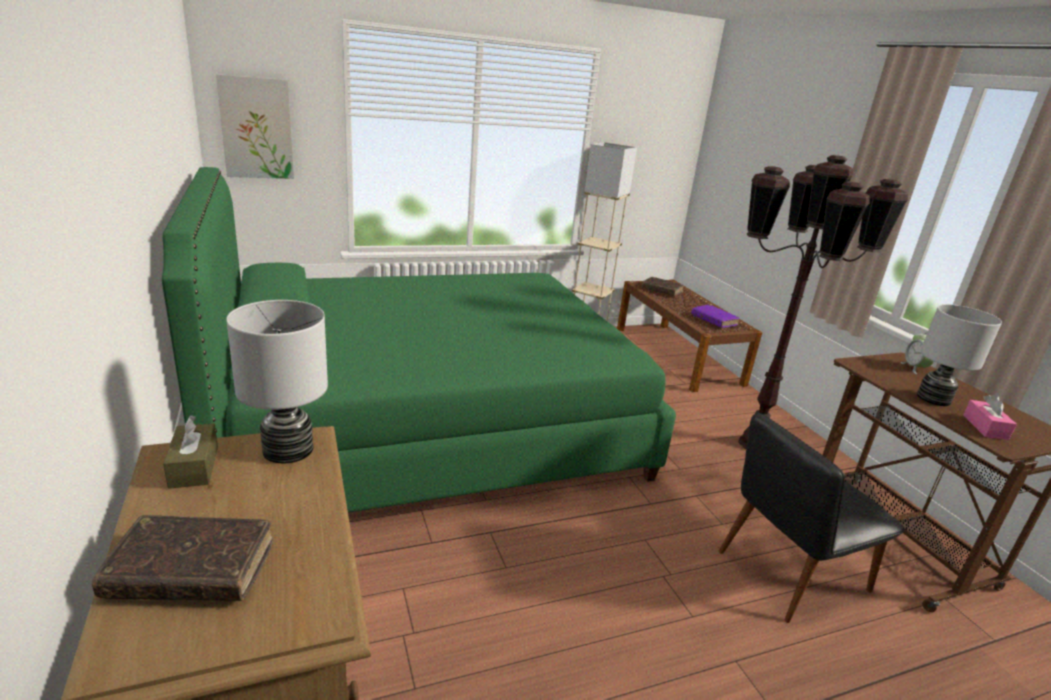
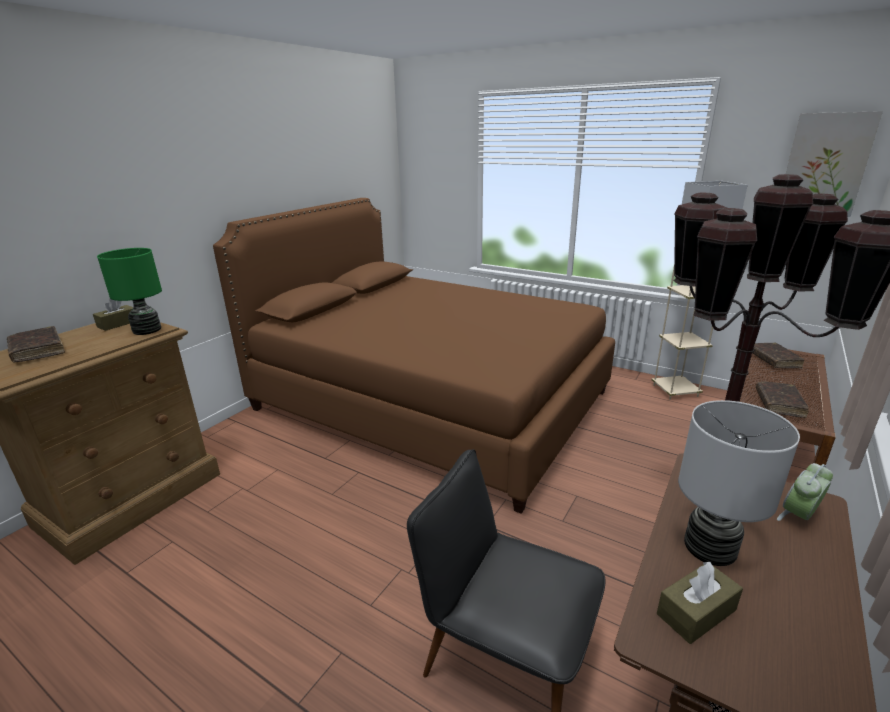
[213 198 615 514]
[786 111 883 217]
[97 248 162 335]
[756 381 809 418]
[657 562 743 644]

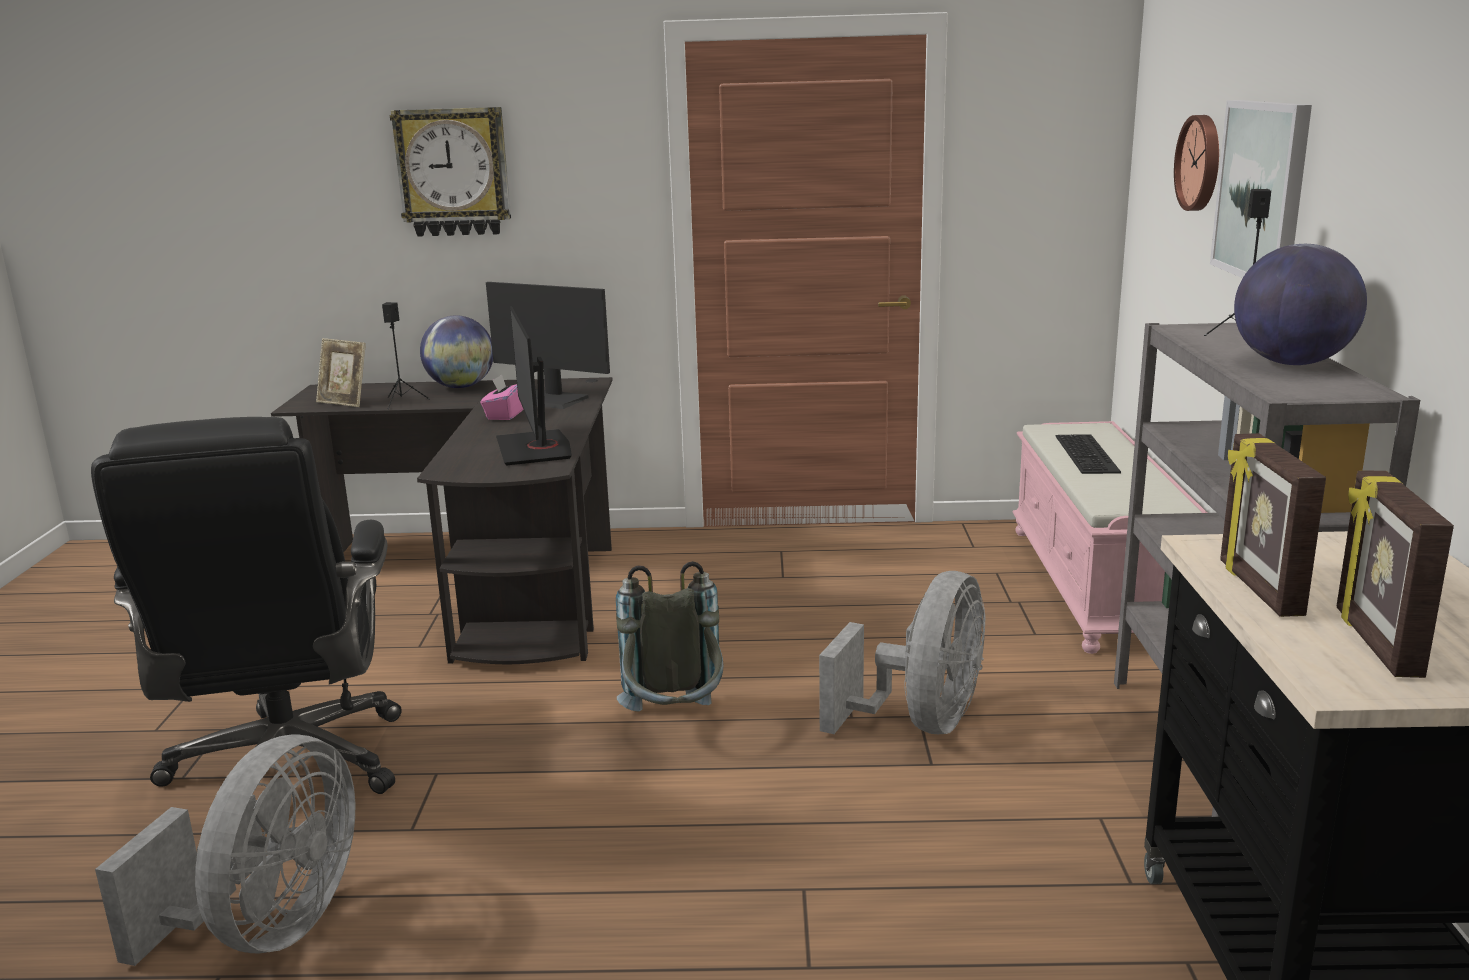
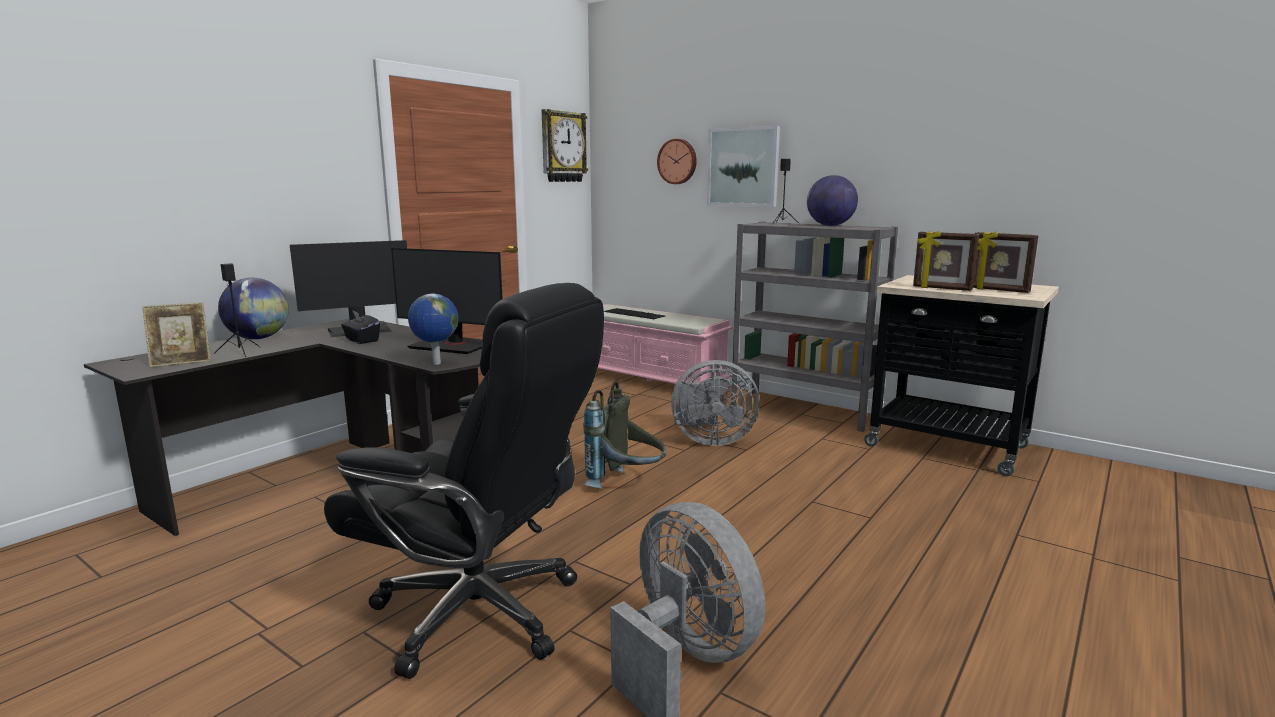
[542 109 588 182]
[341 310 380 344]
[671 360 760 446]
[408 294 459 365]

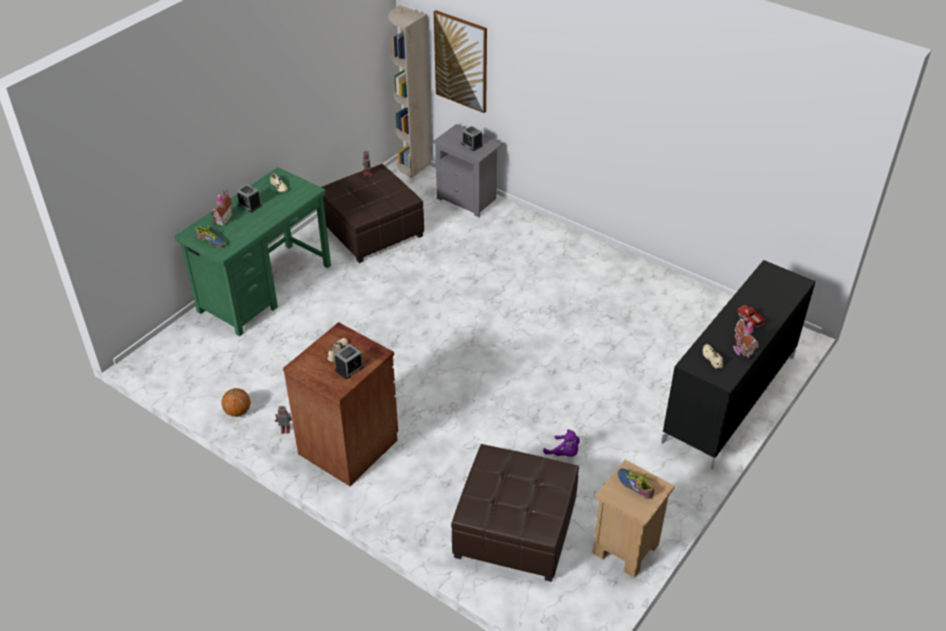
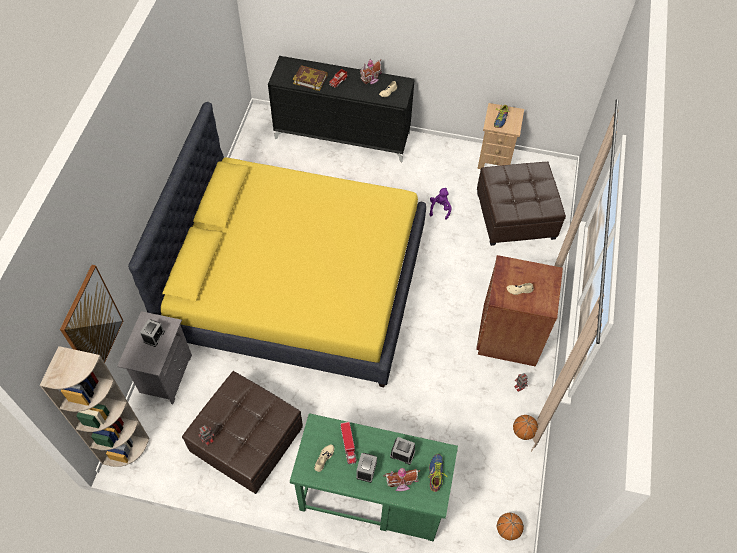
[390 437 415 465]
[128 102 426 387]
[293 65 328 91]
[340 422 357 464]
[497 513 524 541]

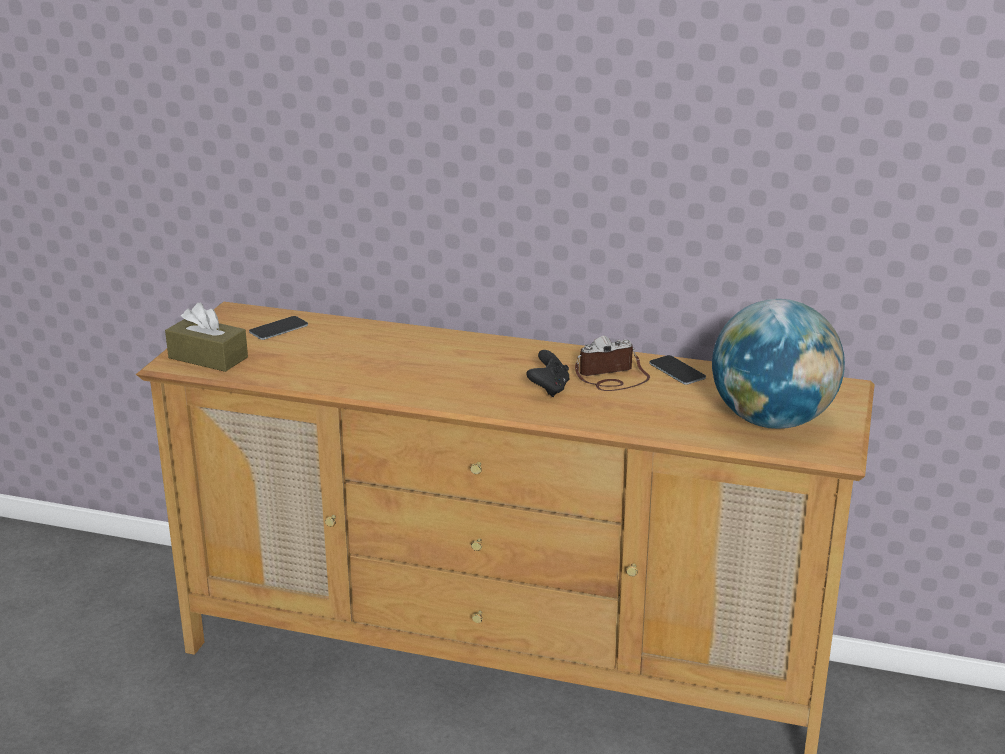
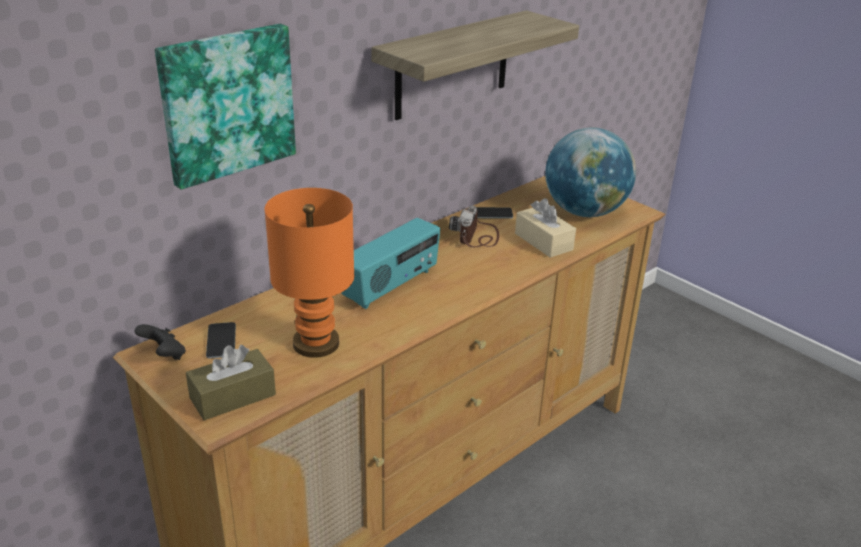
[135 324 186 360]
[155 24 296 190]
[265 188 354 358]
[341 218 440 309]
[371 10 579 120]
[515 198 576 258]

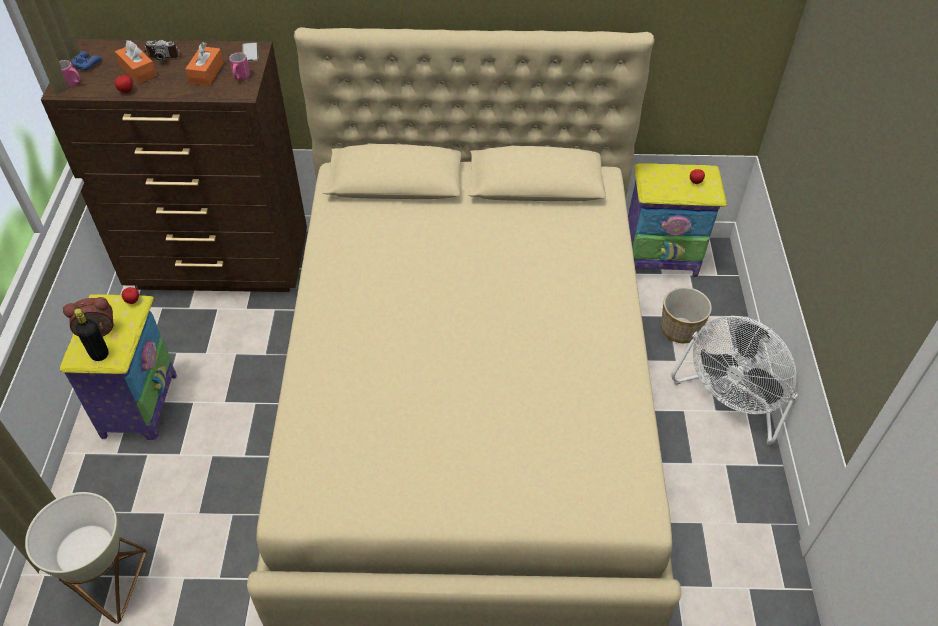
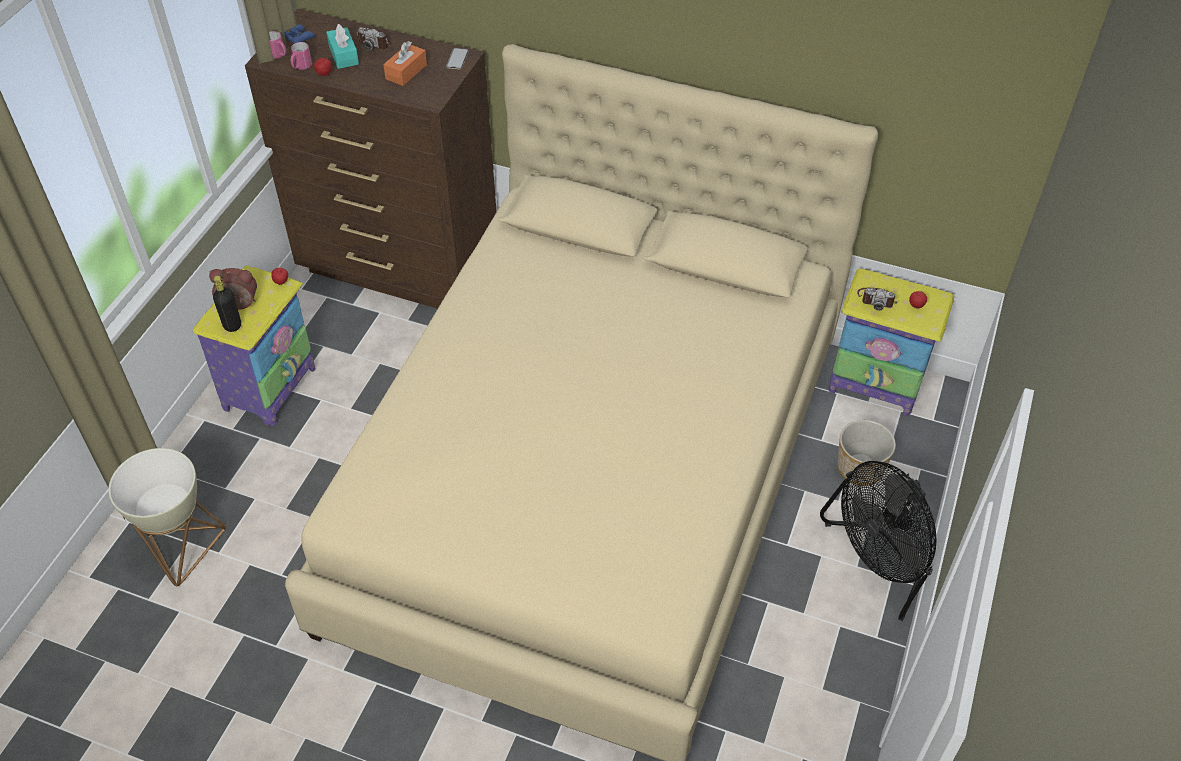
[326 24 359 69]
[291 42 312 70]
[820 461 936 621]
[857 288 897 311]

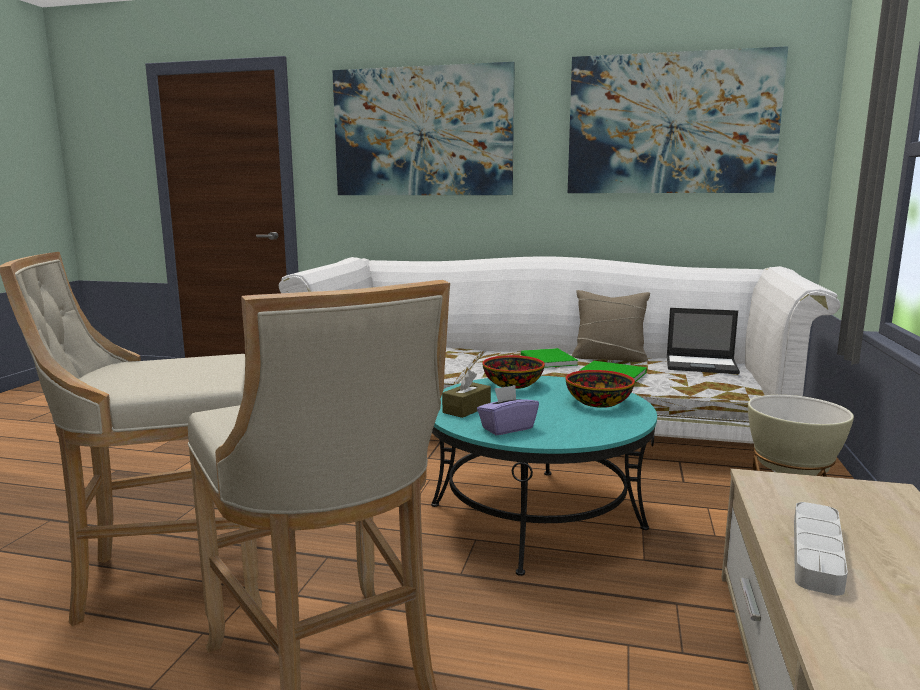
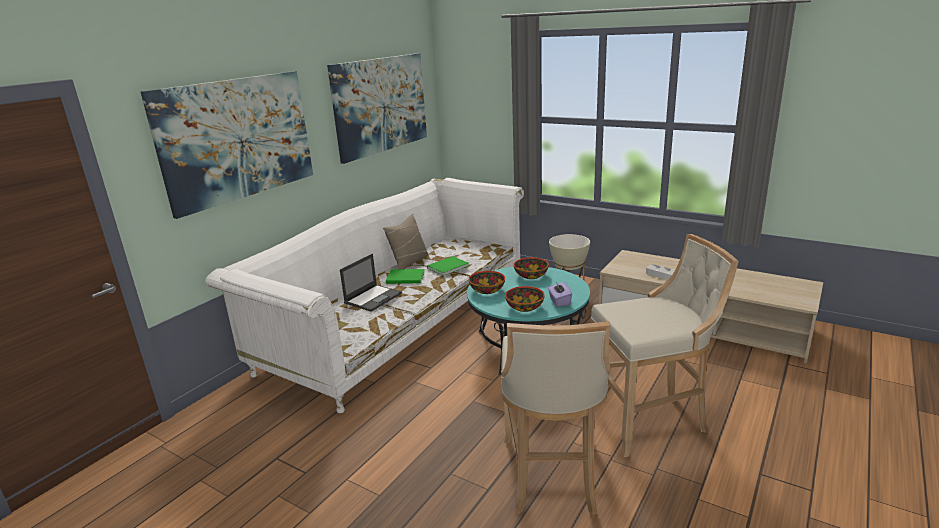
[505 286 545 312]
[340 254 402 312]

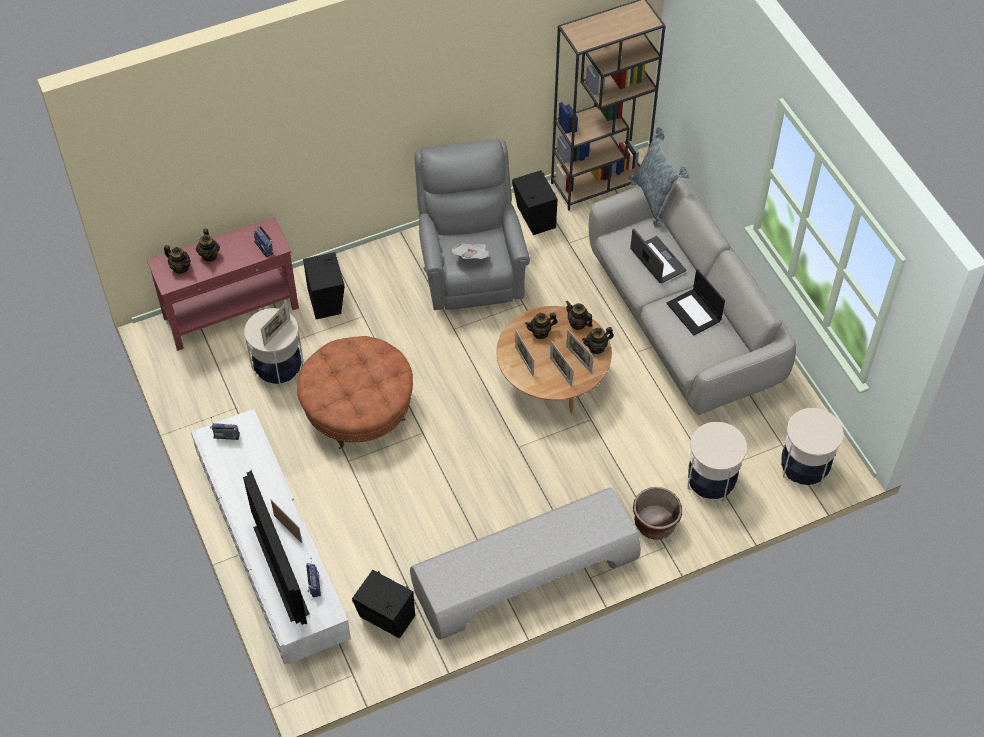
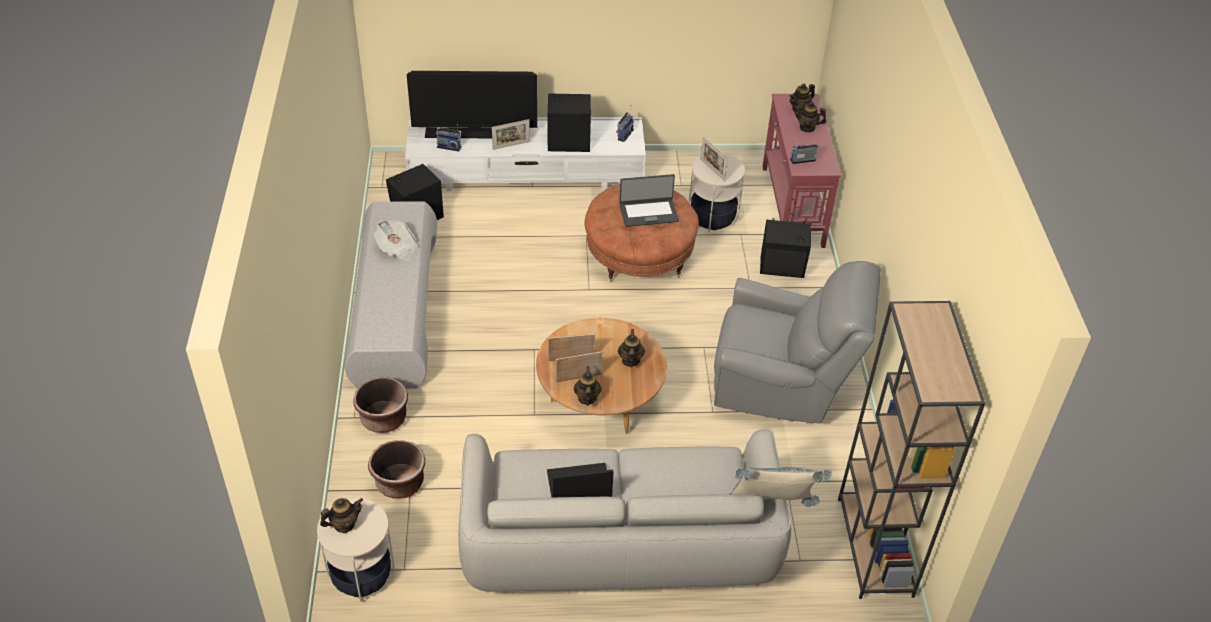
[374 220 418 262]
[548 94 591 152]
[515 330 534 377] (first image)
[320 498 363 533]
[619 174 679 227]
[368 440 425 499]

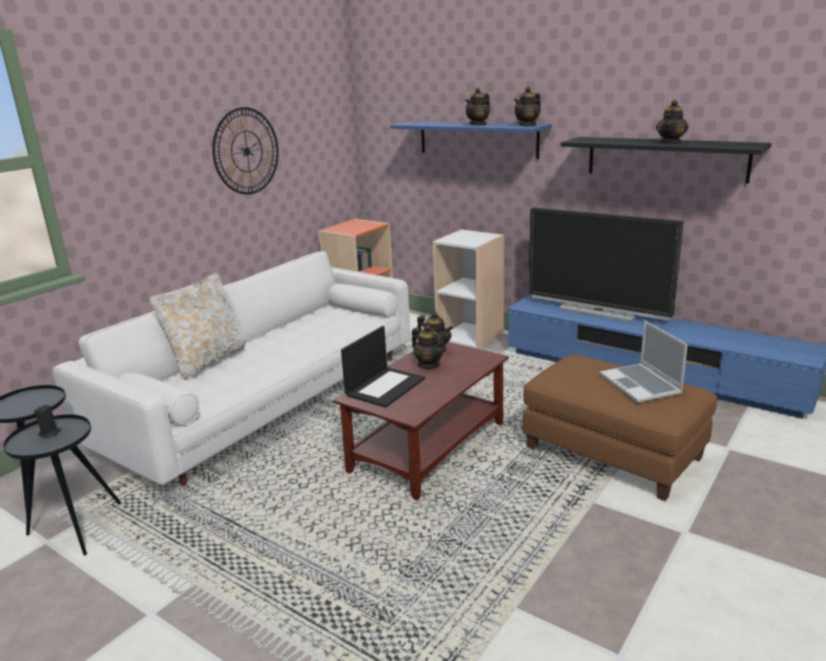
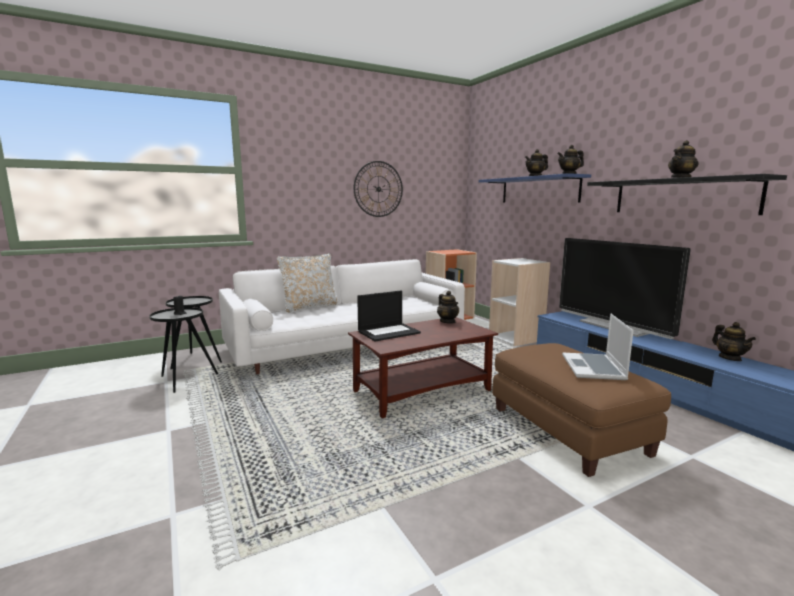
[712 322 756 361]

